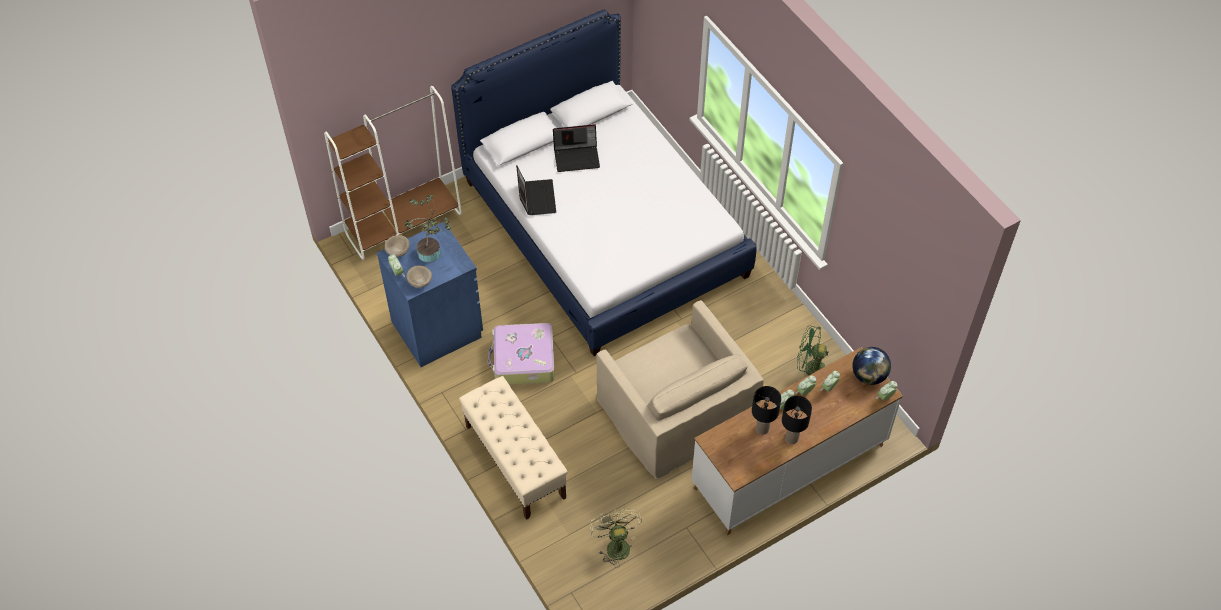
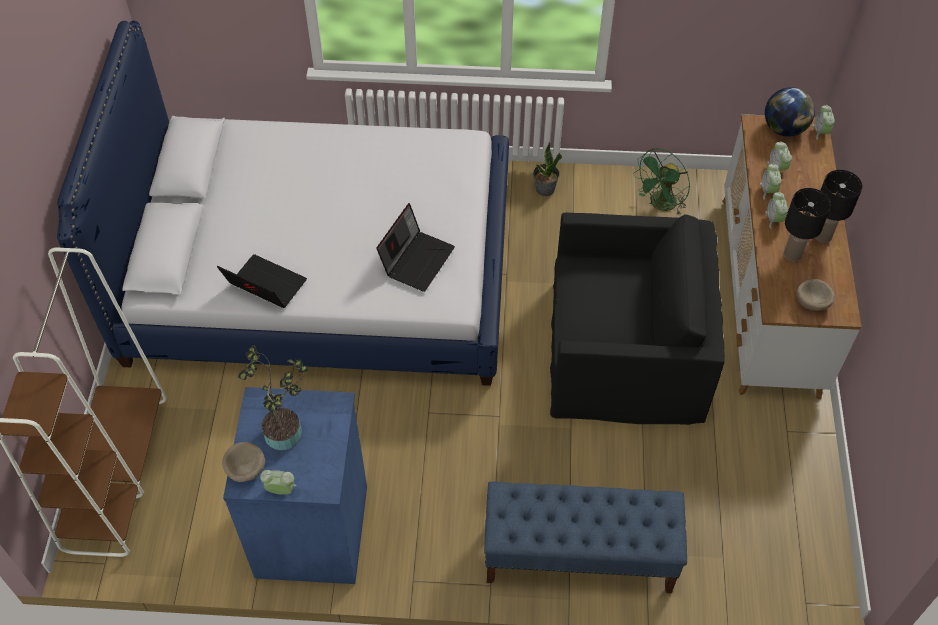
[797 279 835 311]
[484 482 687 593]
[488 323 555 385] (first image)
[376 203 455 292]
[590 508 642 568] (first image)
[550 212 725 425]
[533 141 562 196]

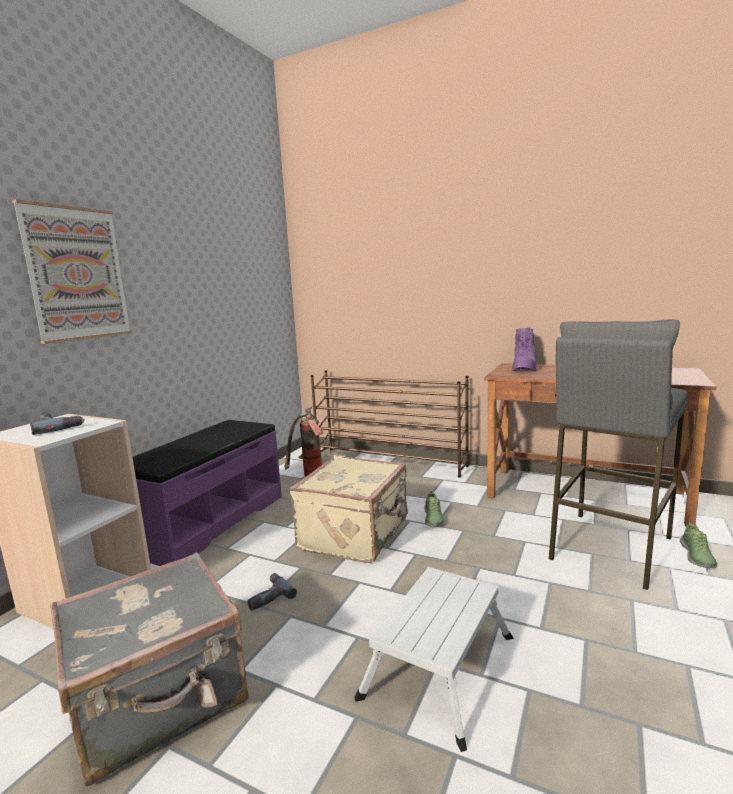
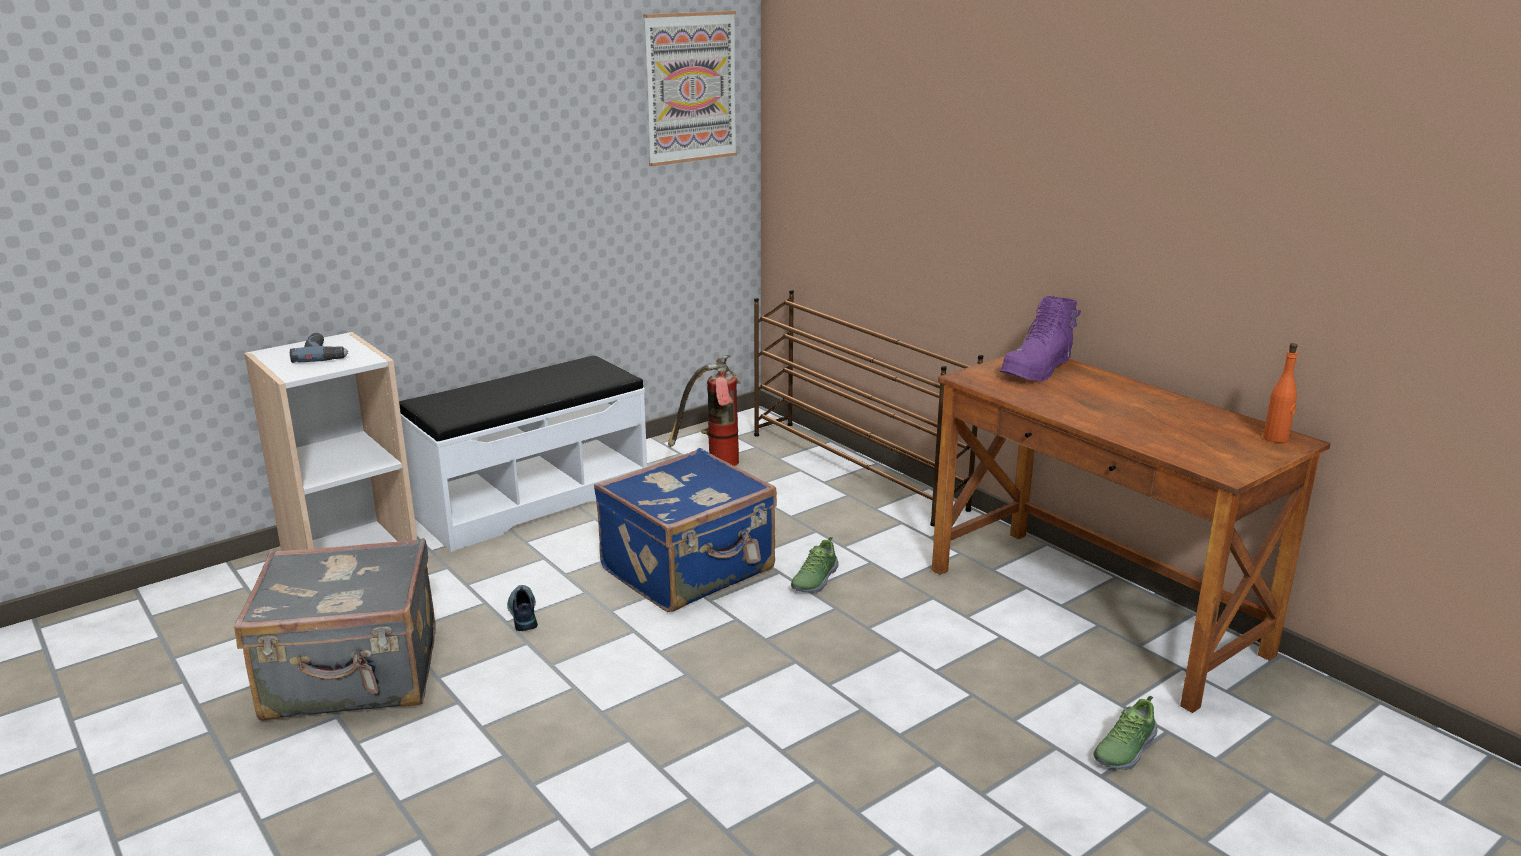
[643 11 737 166]
[399 355 647 552]
[507 585 538 631]
[594 448 777 612]
[354 567 514 752] (first image)
[549 319 688 590] (first image)
[1263 343 1298 443]

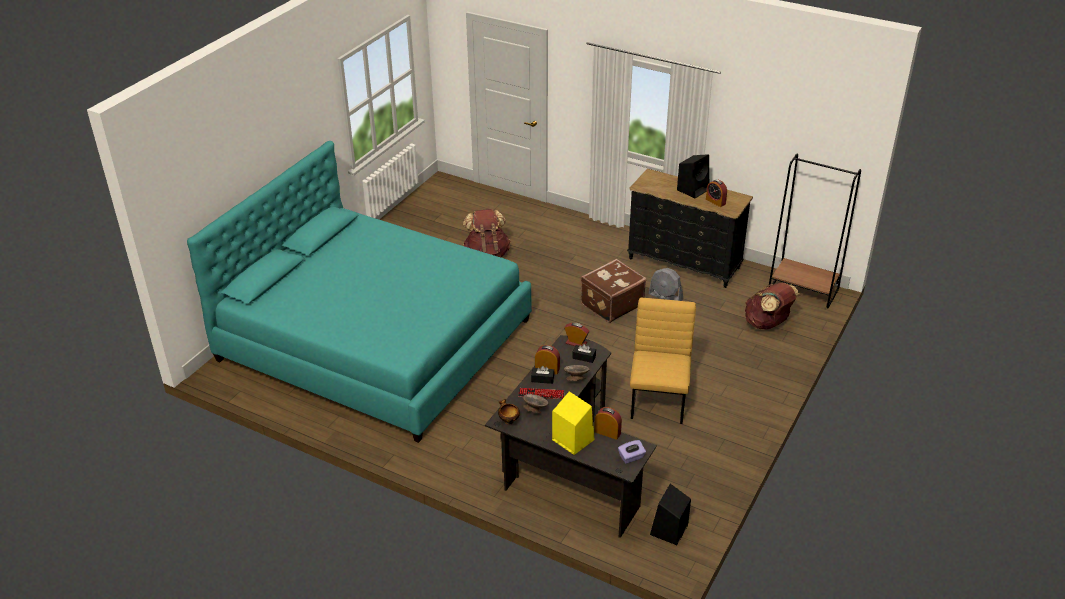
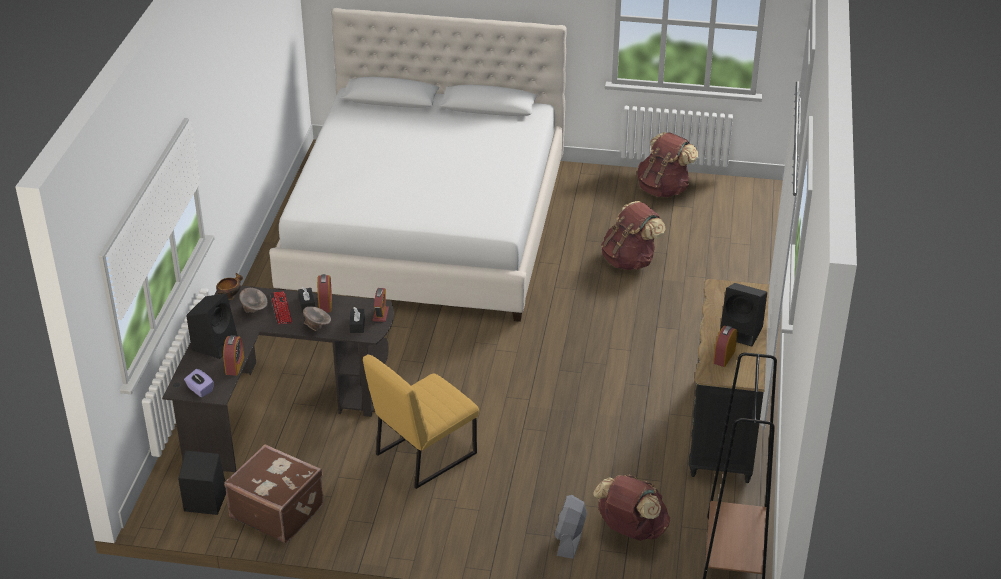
[269 8 567 322]
[186 294 238 359]
[224 444 324 543]
[363 354 479 489]
[554 495 587 559]
[637 132 698 197]

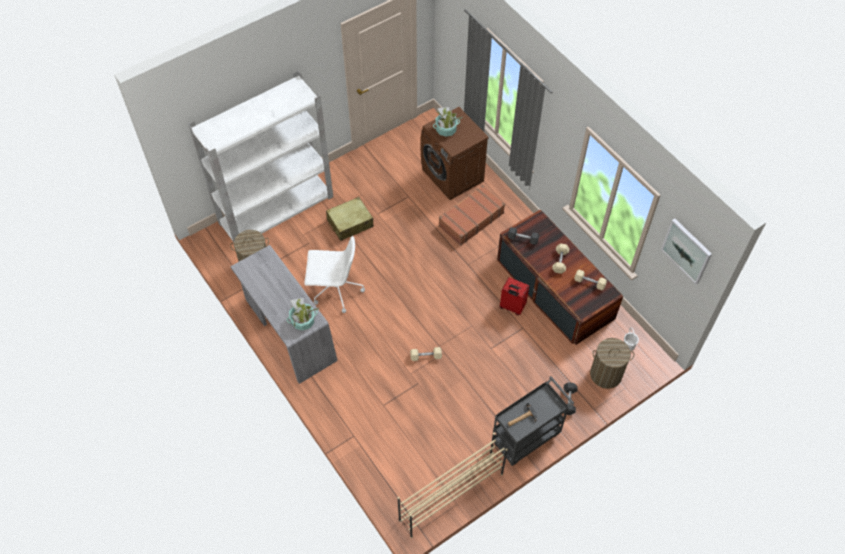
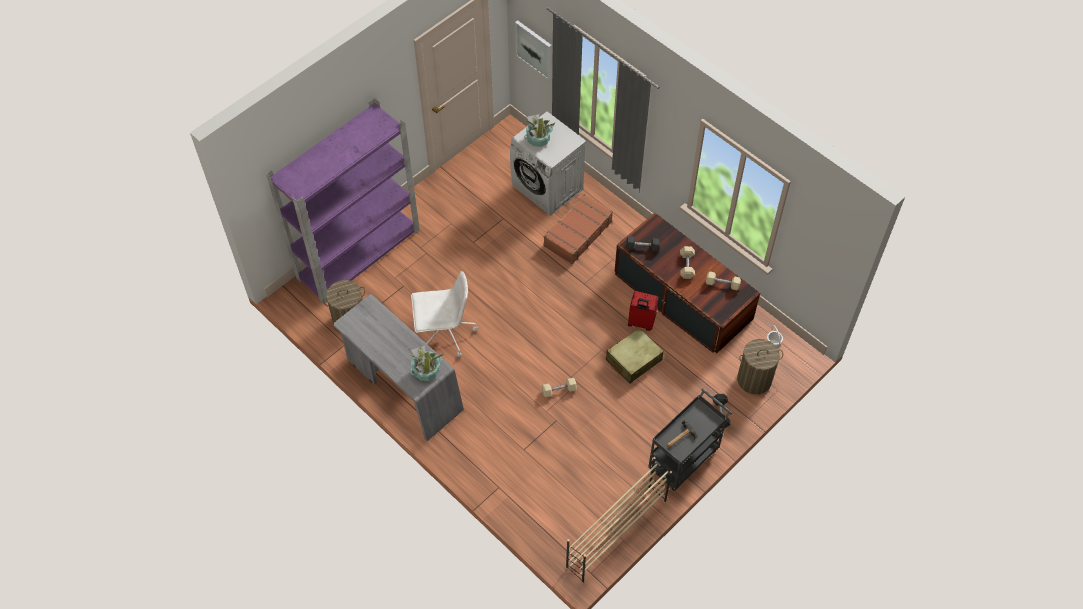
[266 98 420 304]
[606 328 664 383]
[510 112 586 216]
[515 20 552 80]

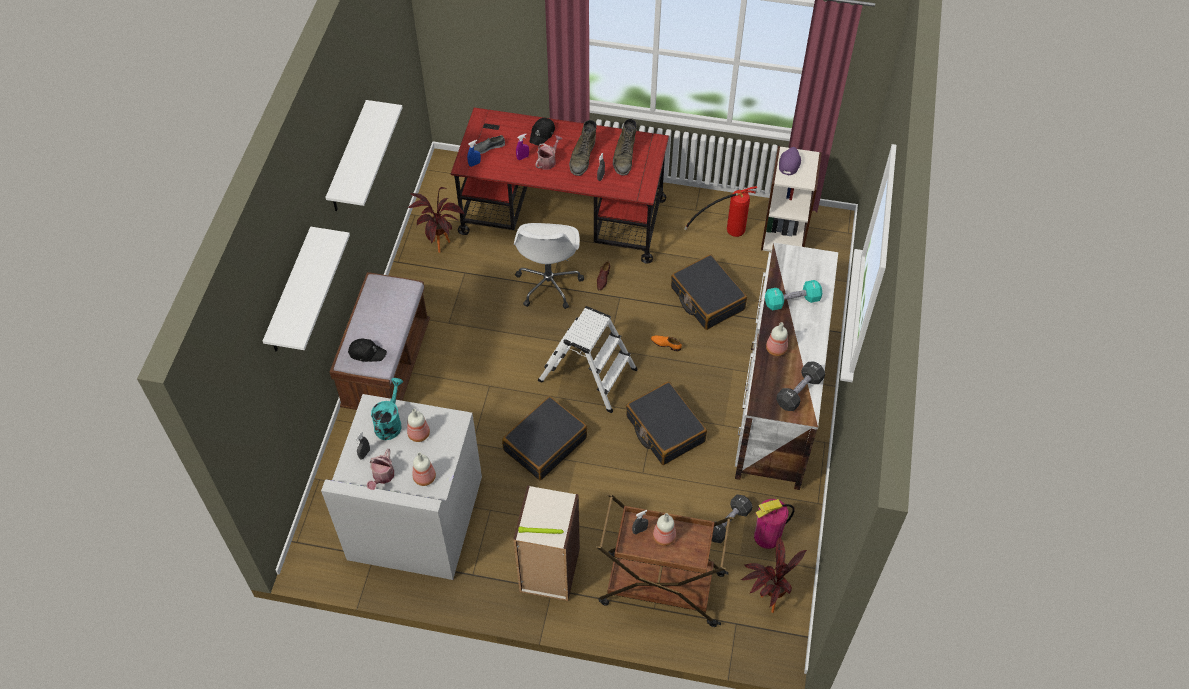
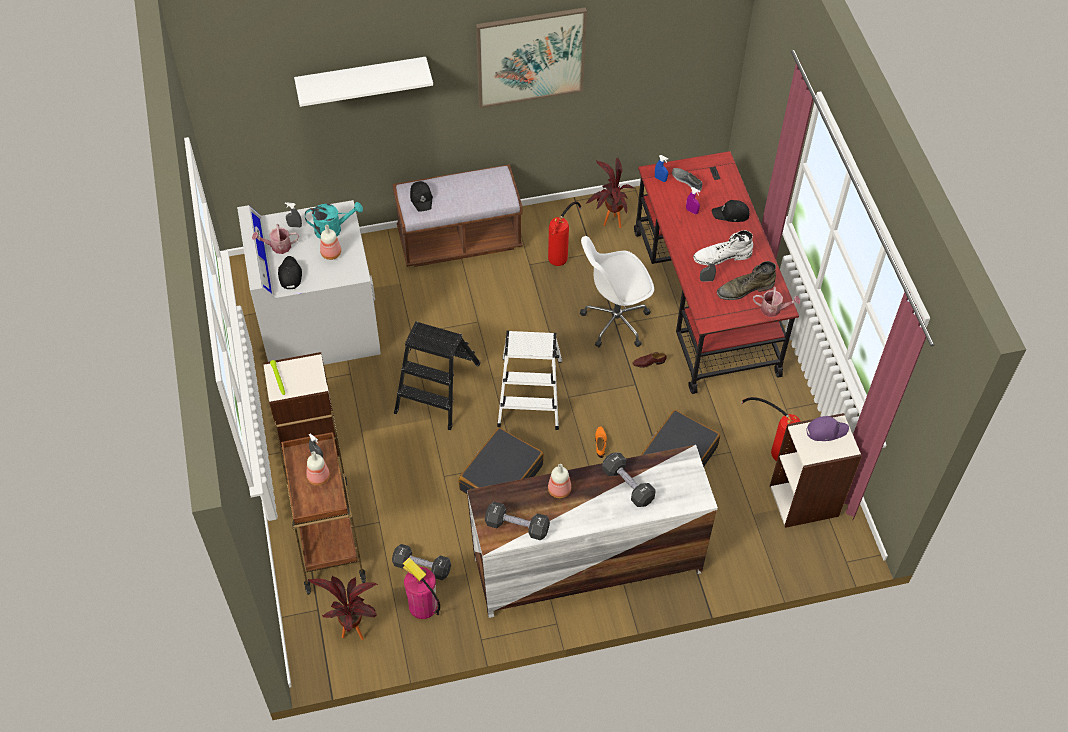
[476 7 587 108]
[278 256 302 289]
[394 321 481 430]
[753 287 801 317]
[693 230 753 265]
[602 452 656 507]
[548 202 582 266]

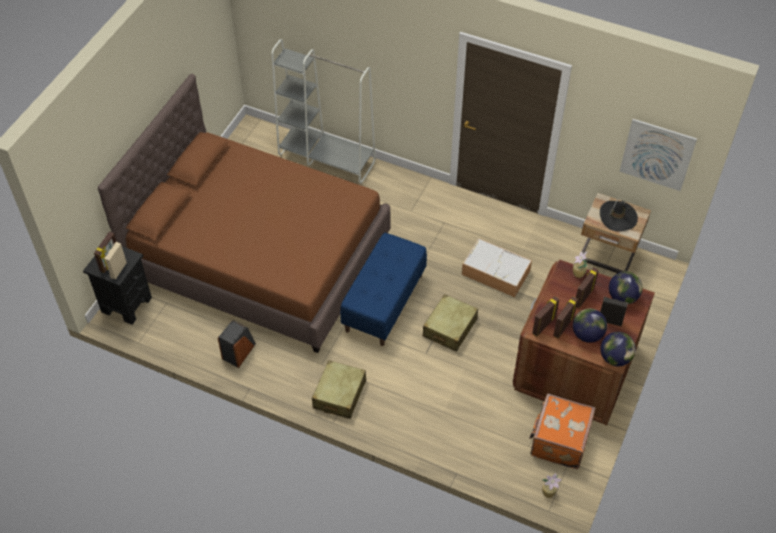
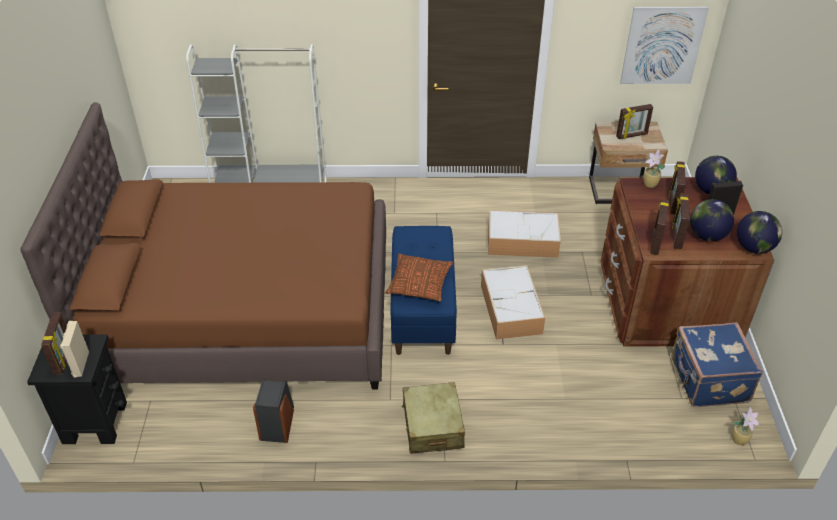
[481 265 545 339]
[671 322 763 407]
[616 104 653 139]
[385 254 453 301]

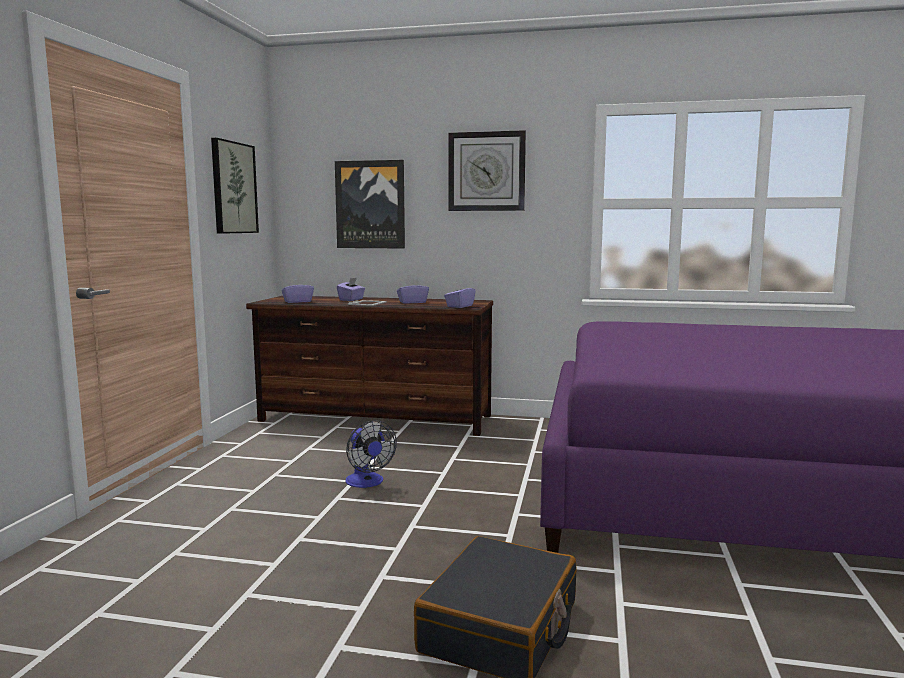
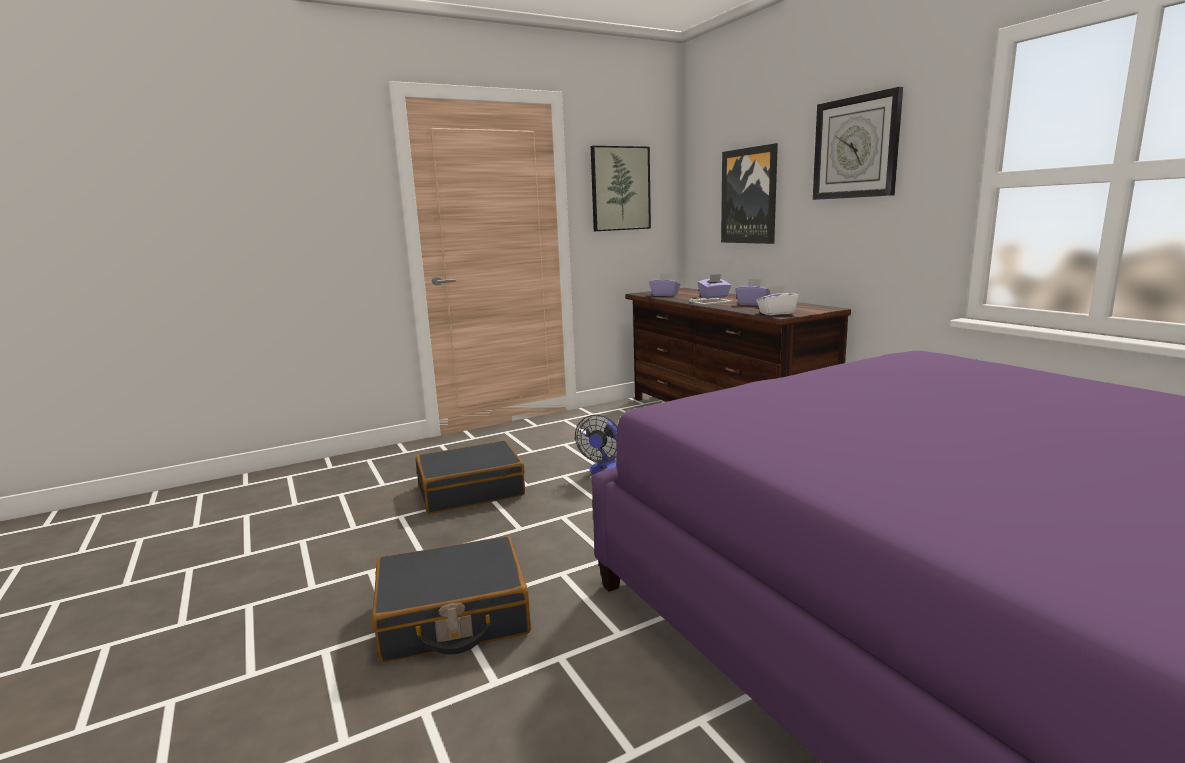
[757 285 799 315]
[415 440 525 514]

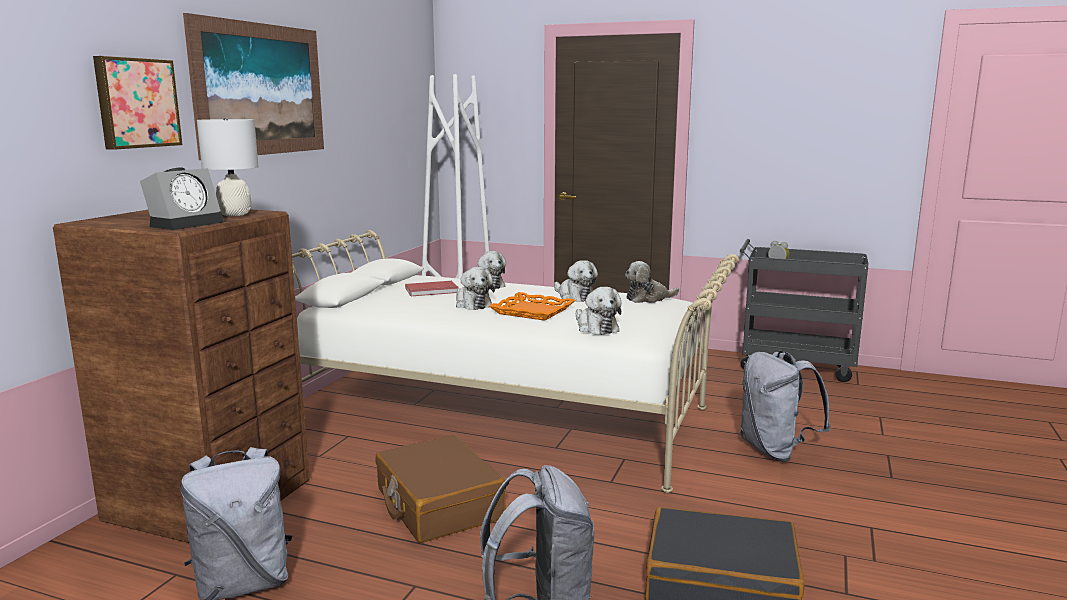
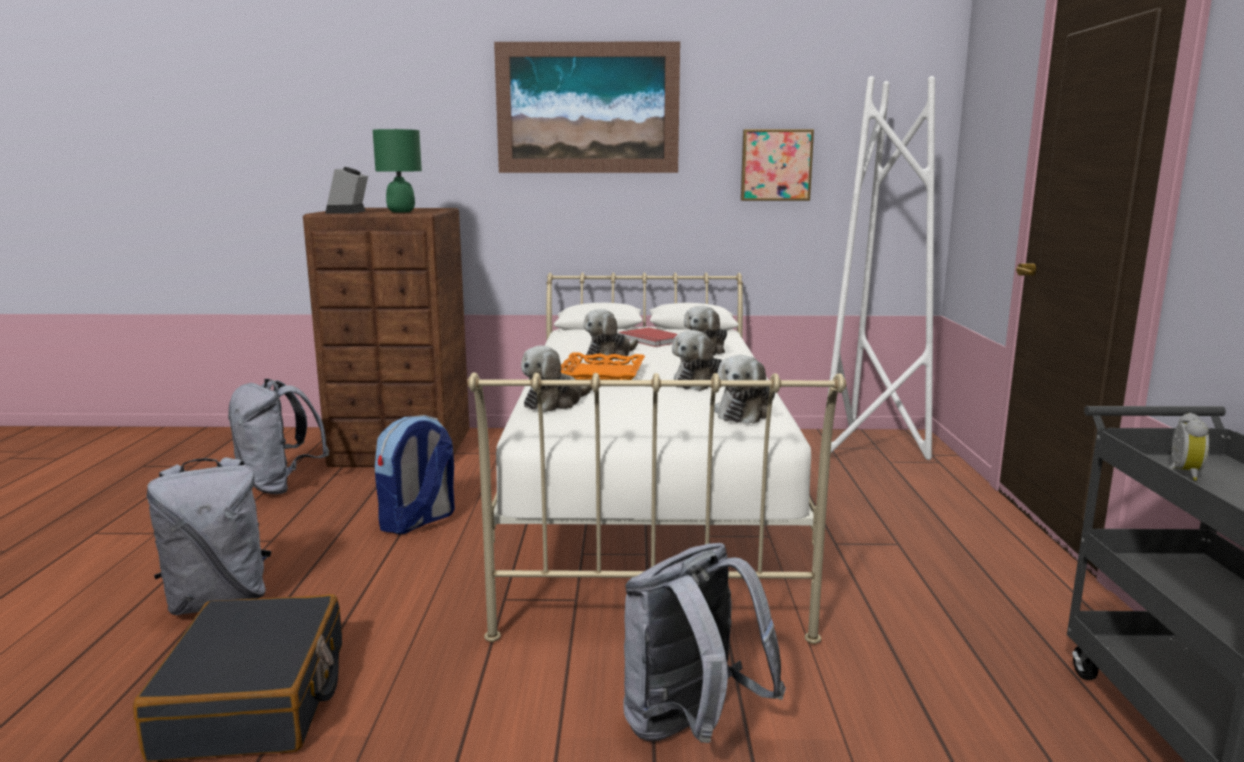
[741 129 814 201]
[325 167 368 213]
[373 129 422 213]
[374 415 455 534]
[714 355 775 424]

